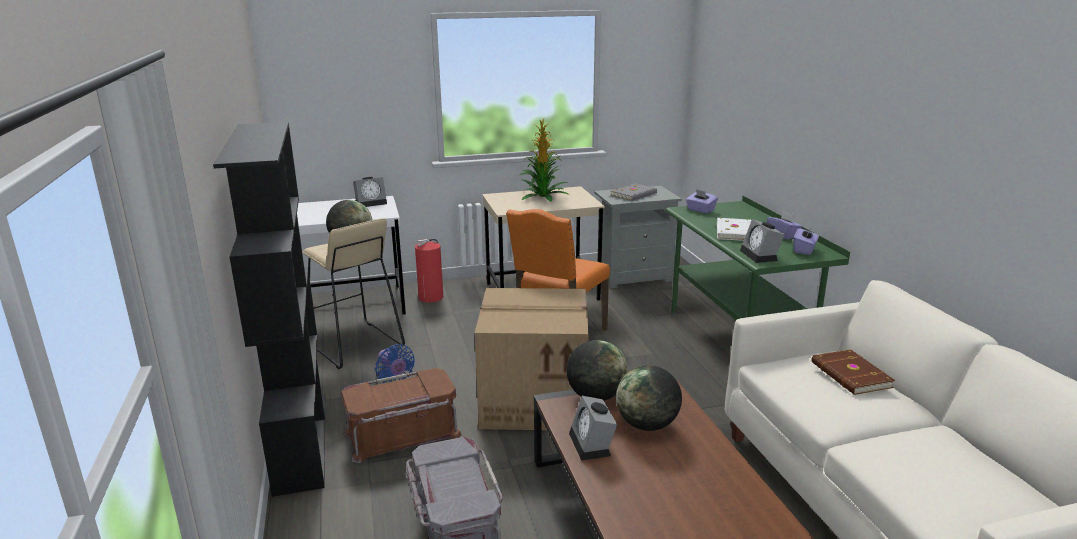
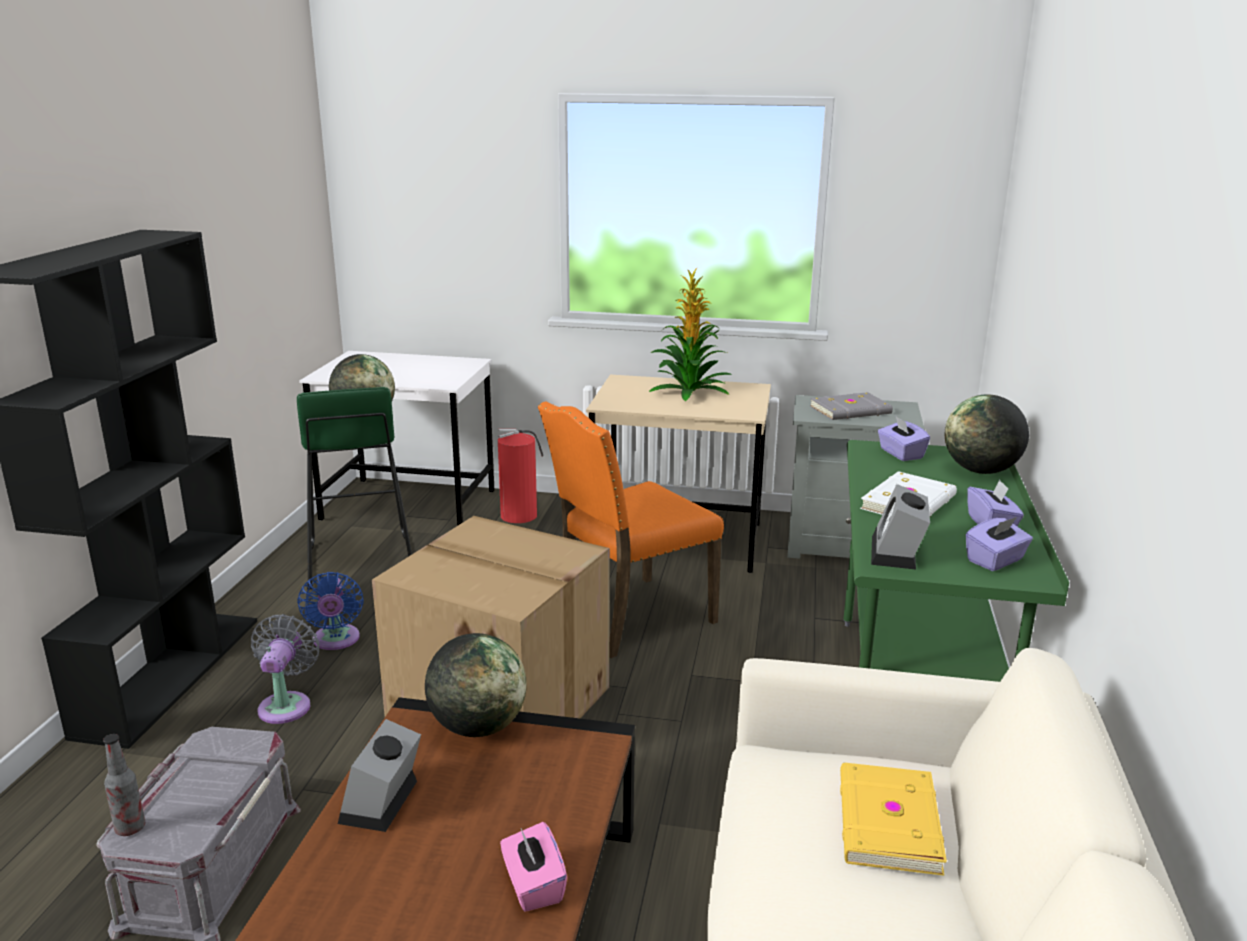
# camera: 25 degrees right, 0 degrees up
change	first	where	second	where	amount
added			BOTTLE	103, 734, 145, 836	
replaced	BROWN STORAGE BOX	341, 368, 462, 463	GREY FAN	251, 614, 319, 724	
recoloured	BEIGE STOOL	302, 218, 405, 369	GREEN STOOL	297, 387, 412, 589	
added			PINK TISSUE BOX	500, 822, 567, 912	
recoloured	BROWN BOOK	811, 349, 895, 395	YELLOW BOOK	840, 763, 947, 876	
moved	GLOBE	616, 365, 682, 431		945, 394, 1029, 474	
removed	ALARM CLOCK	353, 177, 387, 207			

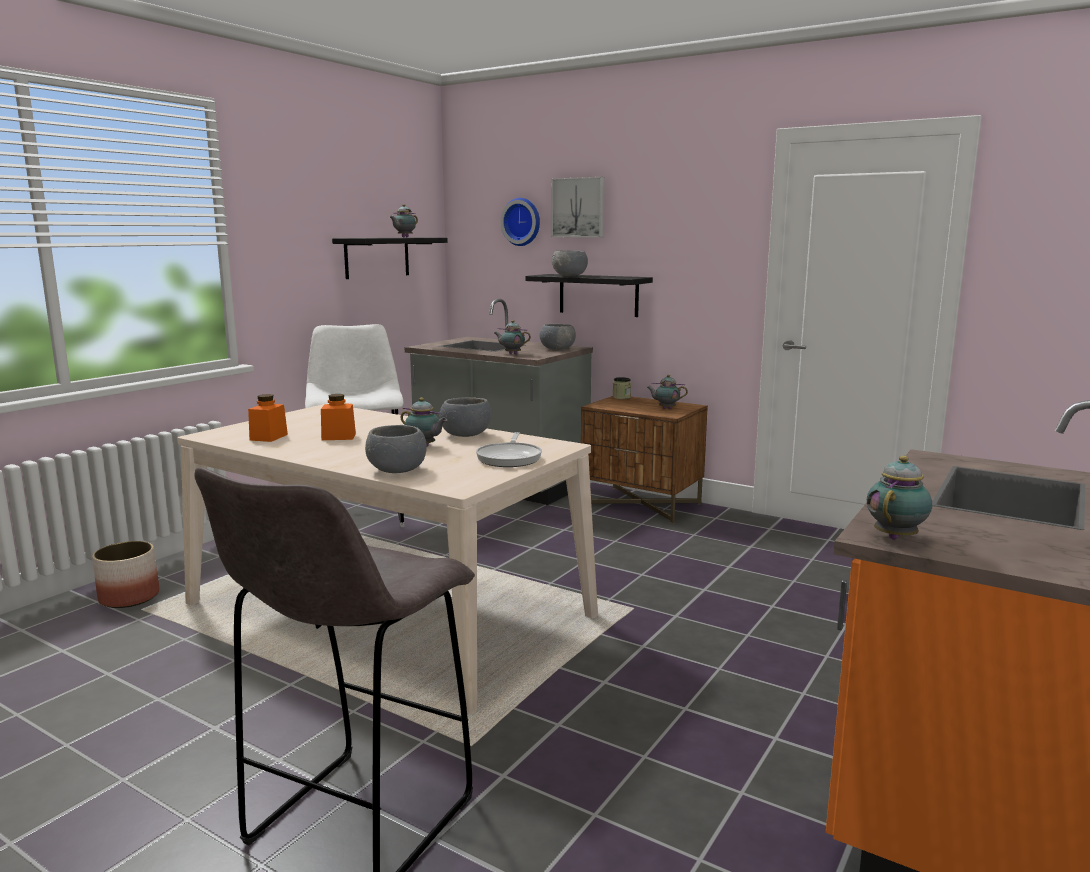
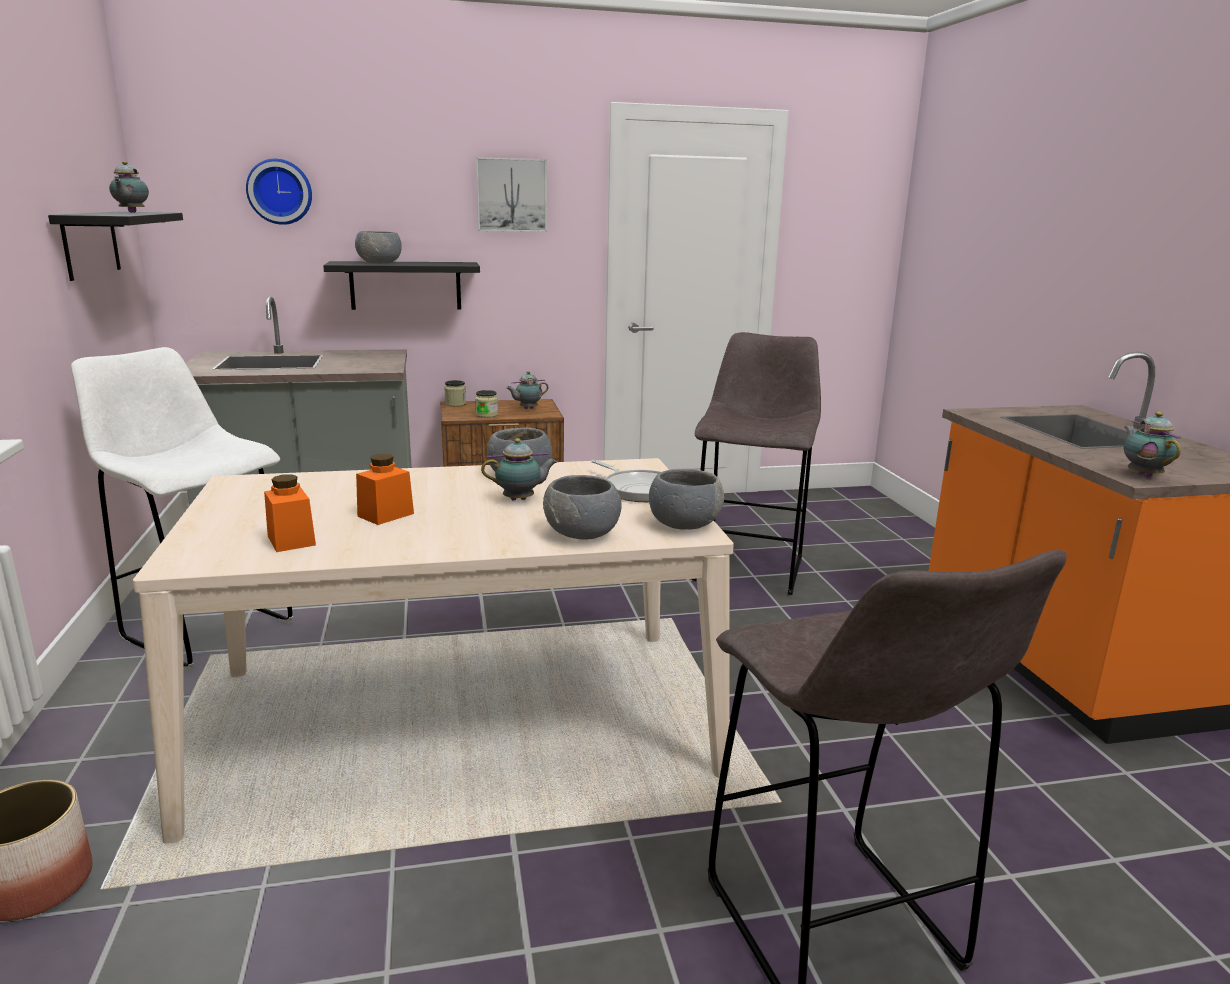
# camera: 45 degrees left, 5 degrees up
change	first	where	second	where	amount
added			JAR	475, 390, 498, 418	
moved	PICTURE	551, 177, 605, 237		476, 157, 547, 232	
moved	GREY BOWL	540, 324, 576, 350		649, 469, 724, 530	
added			GREY STOOL	692, 332, 821, 595	
removed	TEAPOT	494, 320, 531, 354			

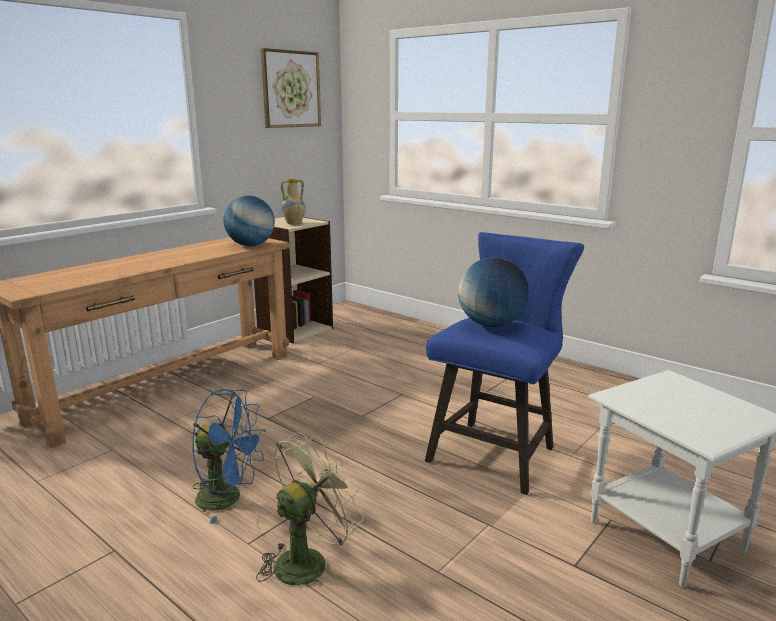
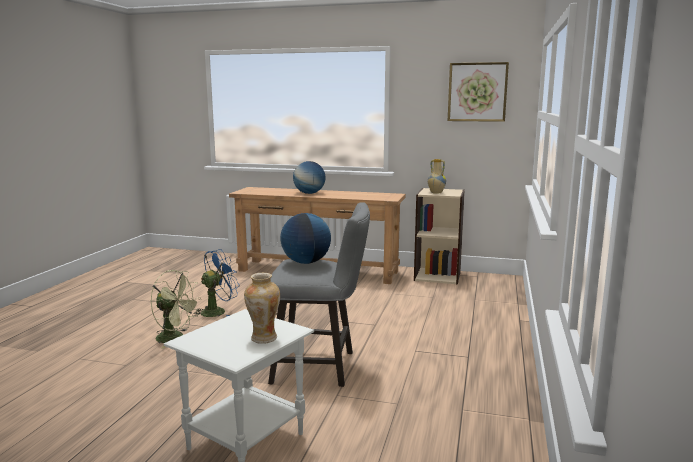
# camera: 65 degrees right, 5 degrees down
change	first	where	second	where	amount
turned	BLUE FAN	192, 389, 266, 524		192, 249, 240, 317	120 degrees counterclockwise
added			VASE	244, 273, 280, 344	
recoloured	BLUE STOOL	425, 232, 584, 495	GREY STOOL	268, 202, 370, 387	
moved	GLOBE	223, 196, 275, 246		293, 161, 326, 194	

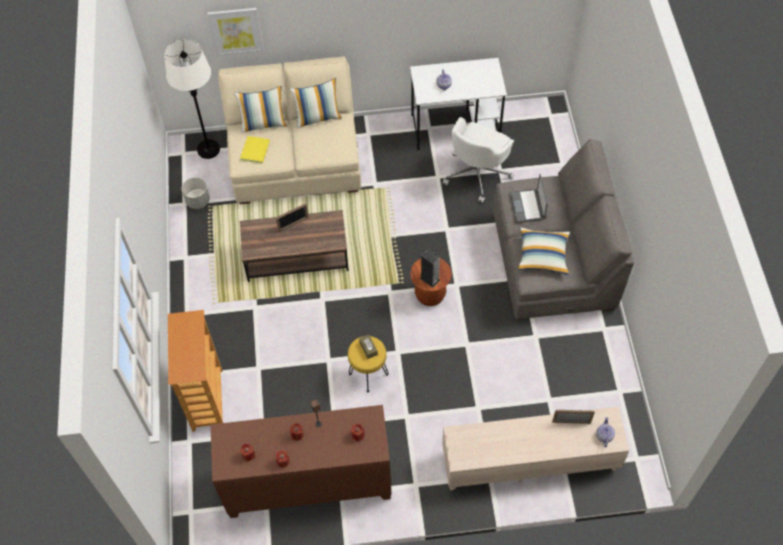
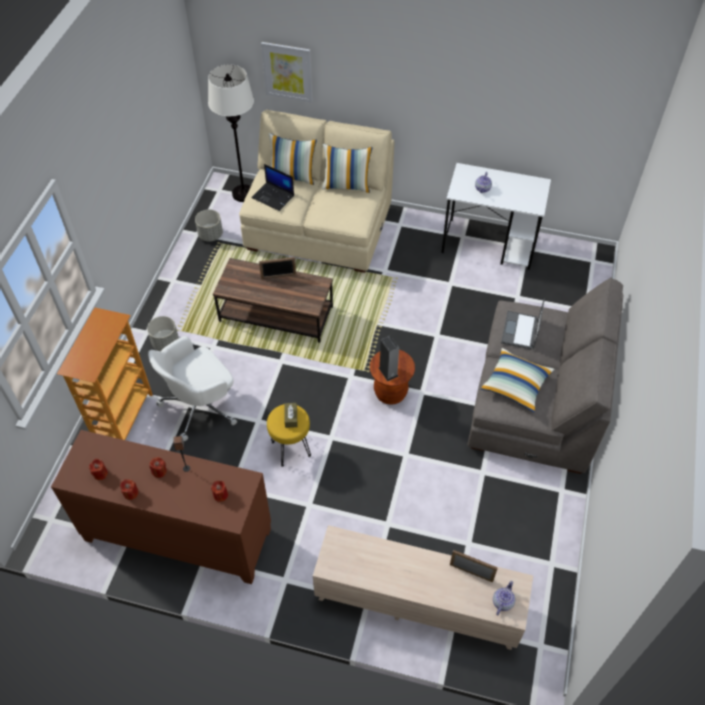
# camera: 20 degrees right, 5 degrees down
change	first	where	second	where	amount
added			GREY PLANTER	147, 316, 179, 351	
moved	WHITE OFFICE CHAIR	443, 117, 514, 203		148, 336, 237, 441	
replaced	YELLOW BOOK	240, 136, 270, 163	LAPTOP	251, 164, 294, 211	

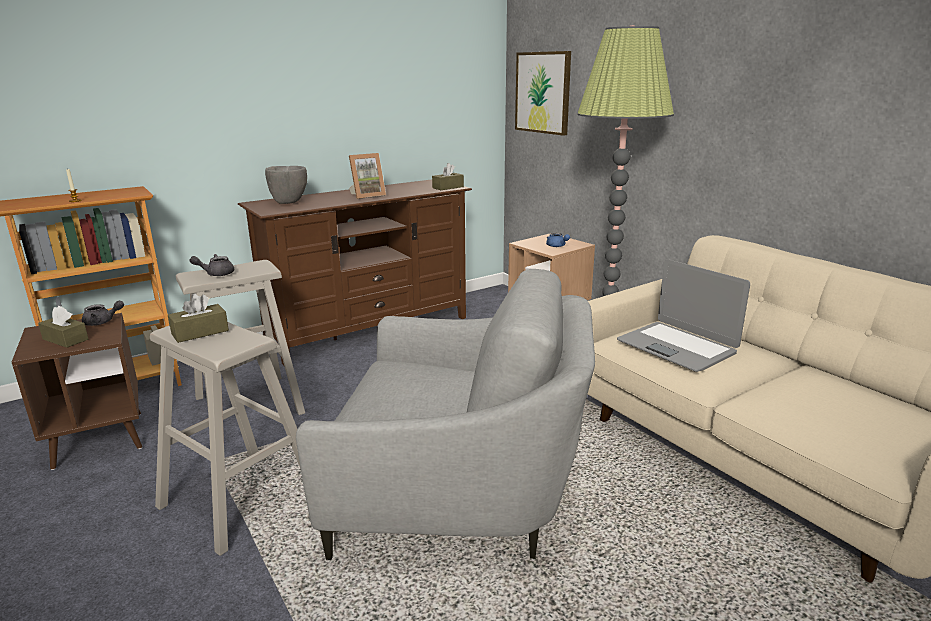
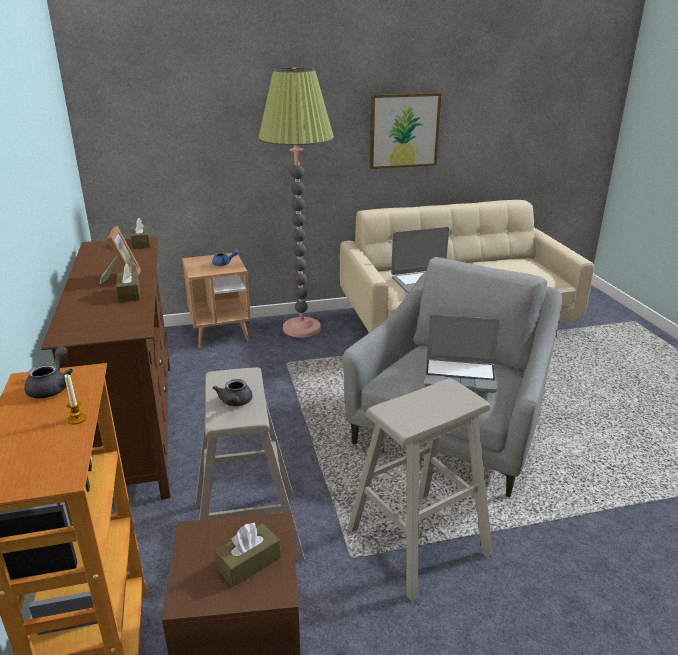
# camera: 70 degrees left, 5 degrees up
change	first	where	second	where	amount
moved	GREY TEAPOT	82, 301, 124, 326		24, 346, 73, 398	
moved	BROWN TISSUE BOX	168, 294, 229, 343		116, 263, 140, 302	
moved	PICTURE	515, 51, 571, 136		370, 93, 441, 169	
added			LAPTOP	425, 314, 500, 393	
removed	GREY BOWL	265, 166, 307, 204			

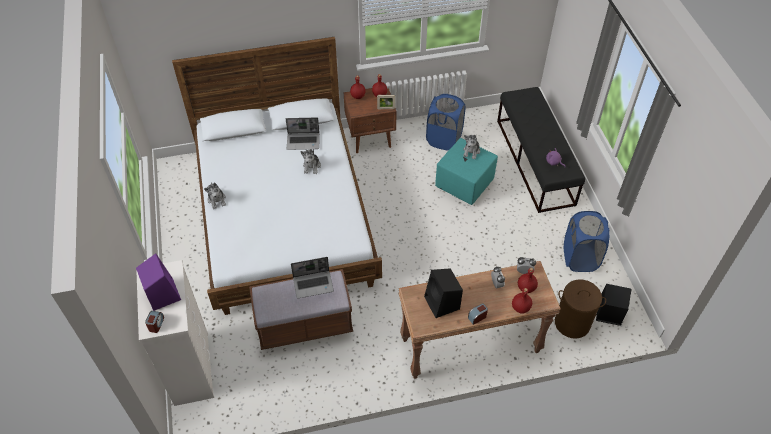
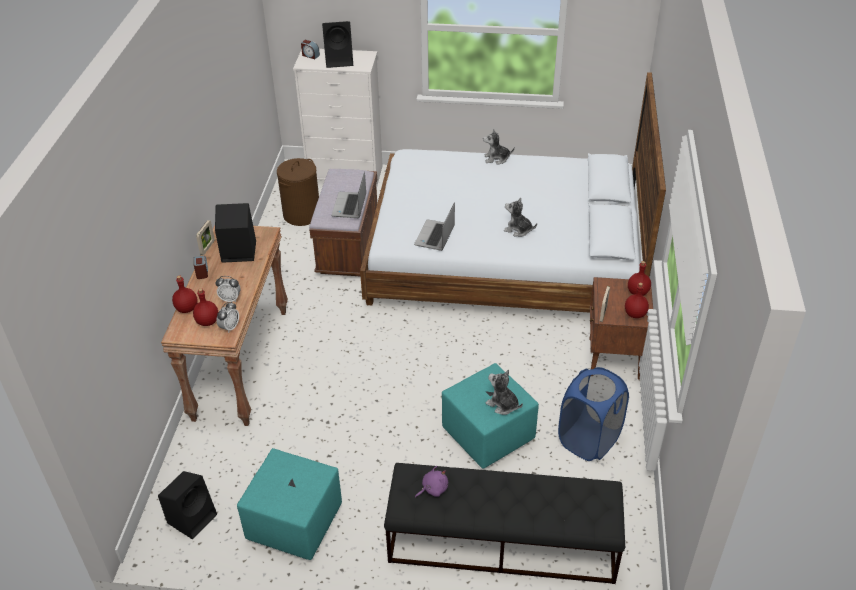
# camera: 110 degrees right, 10 degrees down
change	first	where	second	where	amount
added			PICTURE FRAME	196, 220, 215, 255	
replaced	BLUE LAUNDRY BASKET	564, 211, 609, 272	TURQUOISE OTTOMAN	237, 448, 342, 560	
moved	BROWN LAUNDRY BASKET	555, 279, 606, 339		277, 158, 319, 226	
recoloured	PURPLE SPEAKER	136, 253, 181, 311	BLACK SPEAKER	322, 21, 353, 68	
moved	LAPTOP	286, 117, 320, 150		414, 202, 455, 251	

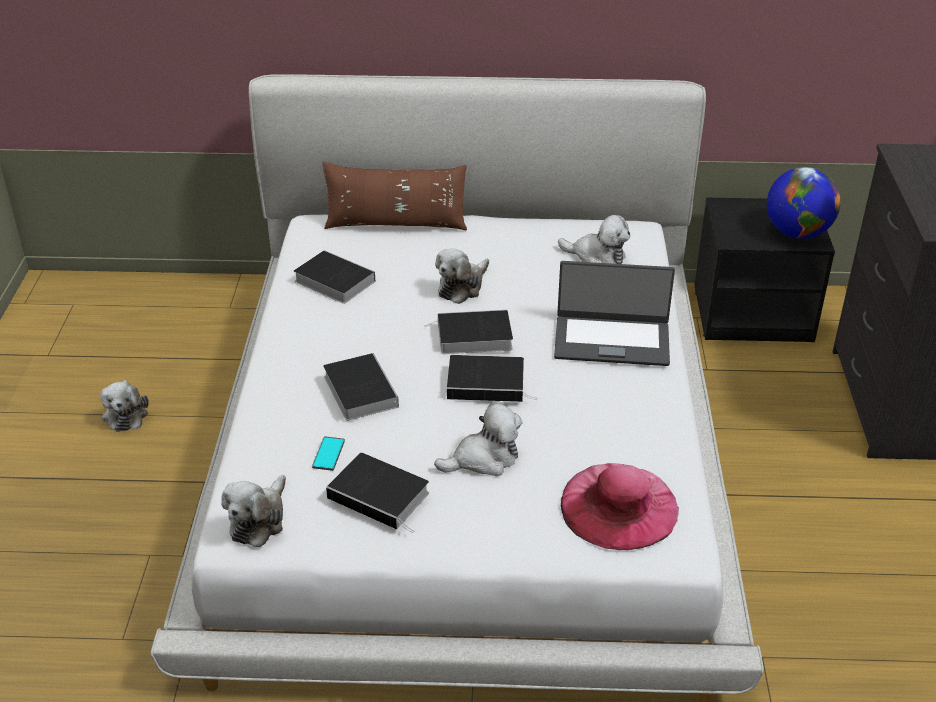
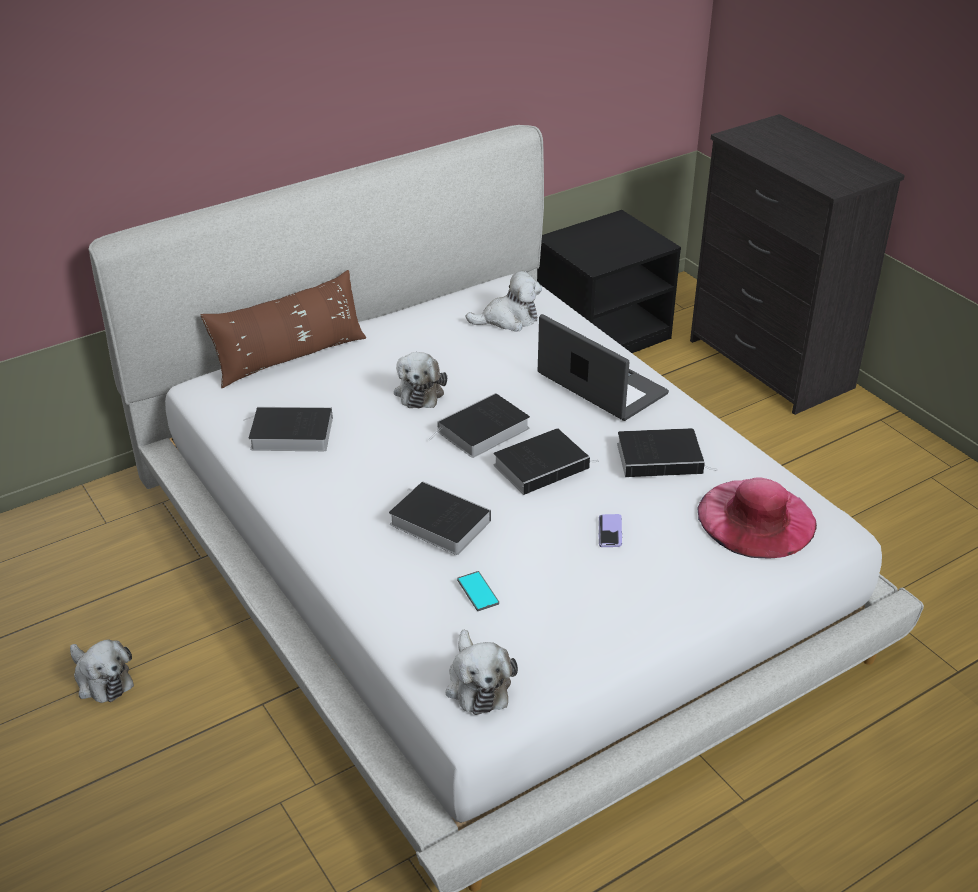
# camera: 35 degrees left, 0 degrees up
change	first	where	second	where	amount
turned	LAPTOP	554, 261, 675, 366		538, 314, 669, 421	105 degrees counterclockwise
replaced	PLUSH TOY	434, 402, 522, 476	PHONE	599, 514, 622, 547	
moved	BOOK	326, 453, 429, 533		617, 428, 718, 477	
removed	GLOBE	767, 167, 841, 239			

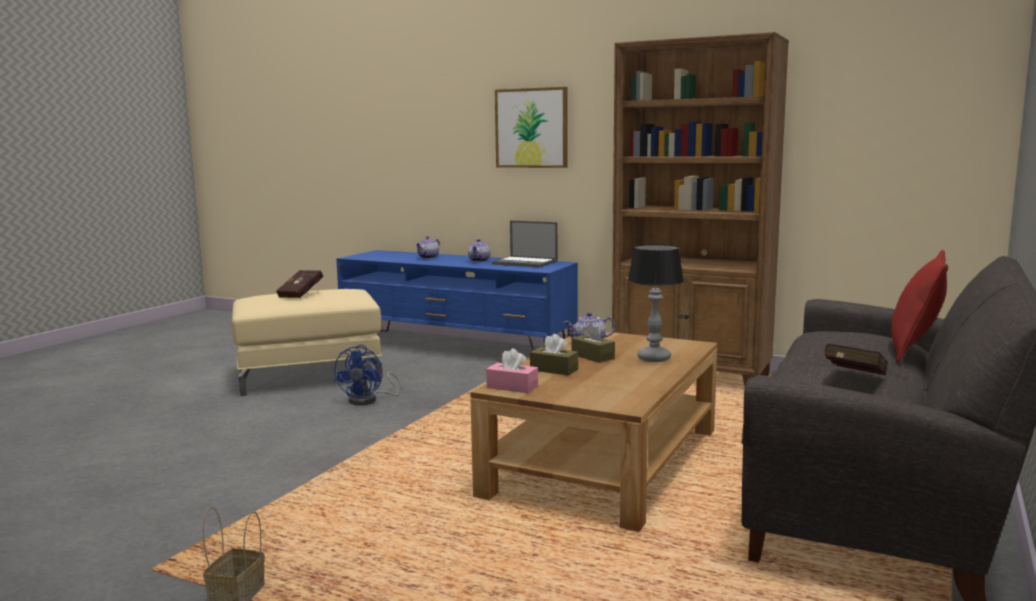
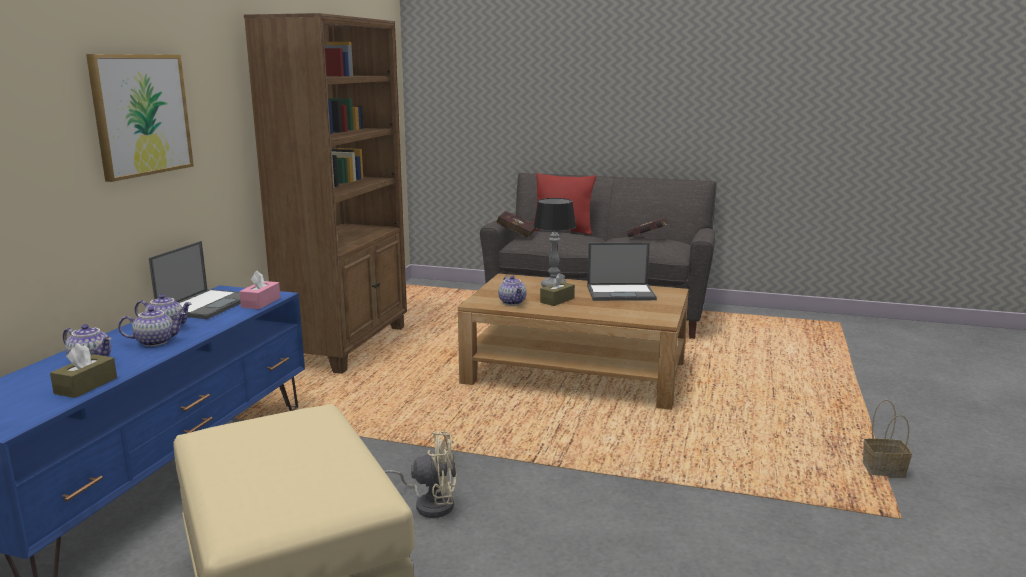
# camera: 100 degrees left, 5 degrees up
change	first	where	second	where	amount
moved	BROWN TISSUE BOX	530, 334, 578, 376		50, 343, 117, 398	
added			TEAPOT	118, 307, 186, 346	
moved	PINK TISSUE BOX	486, 348, 538, 393		239, 271, 281, 309	
recoloured	BLUE FAN	334, 345, 402, 405	BEIGE FAN	384, 431, 457, 518	
moved	RED BOOK	276, 270, 323, 298		496, 211, 536, 238	
added			LAPTOP	587, 243, 657, 301	

